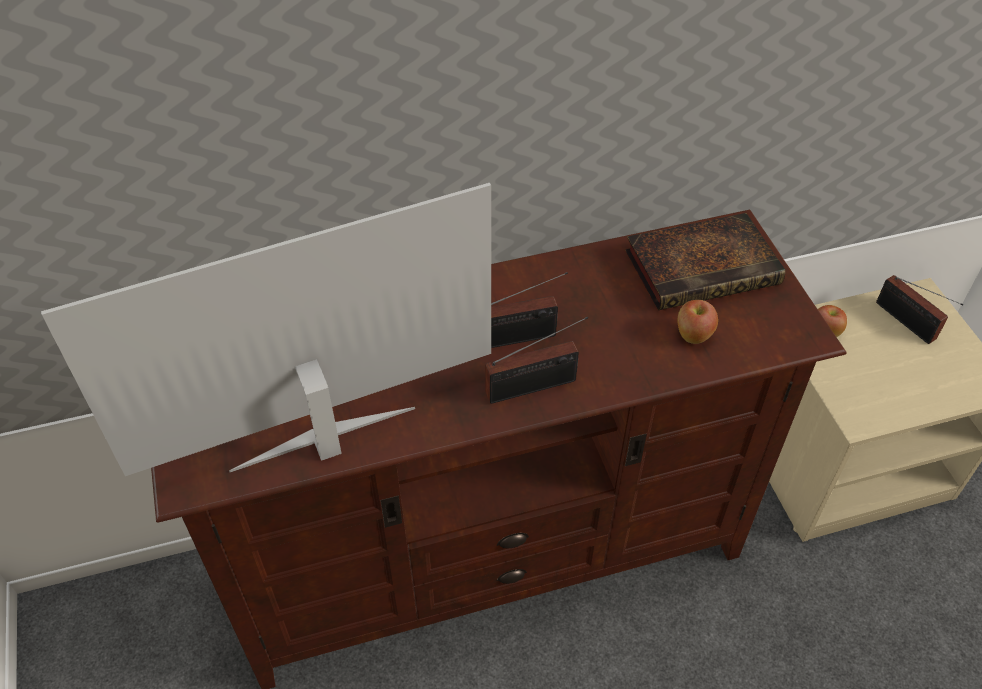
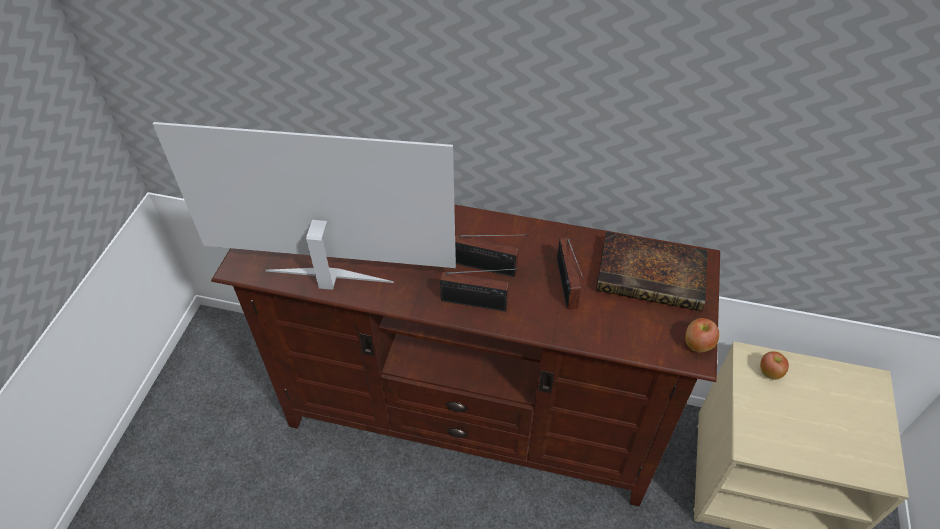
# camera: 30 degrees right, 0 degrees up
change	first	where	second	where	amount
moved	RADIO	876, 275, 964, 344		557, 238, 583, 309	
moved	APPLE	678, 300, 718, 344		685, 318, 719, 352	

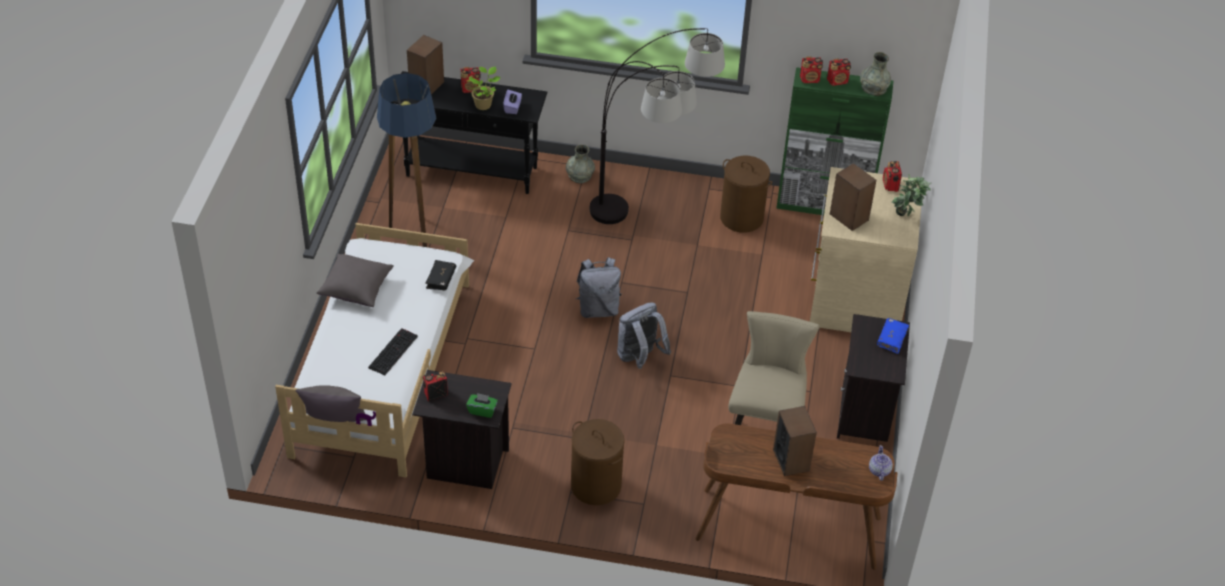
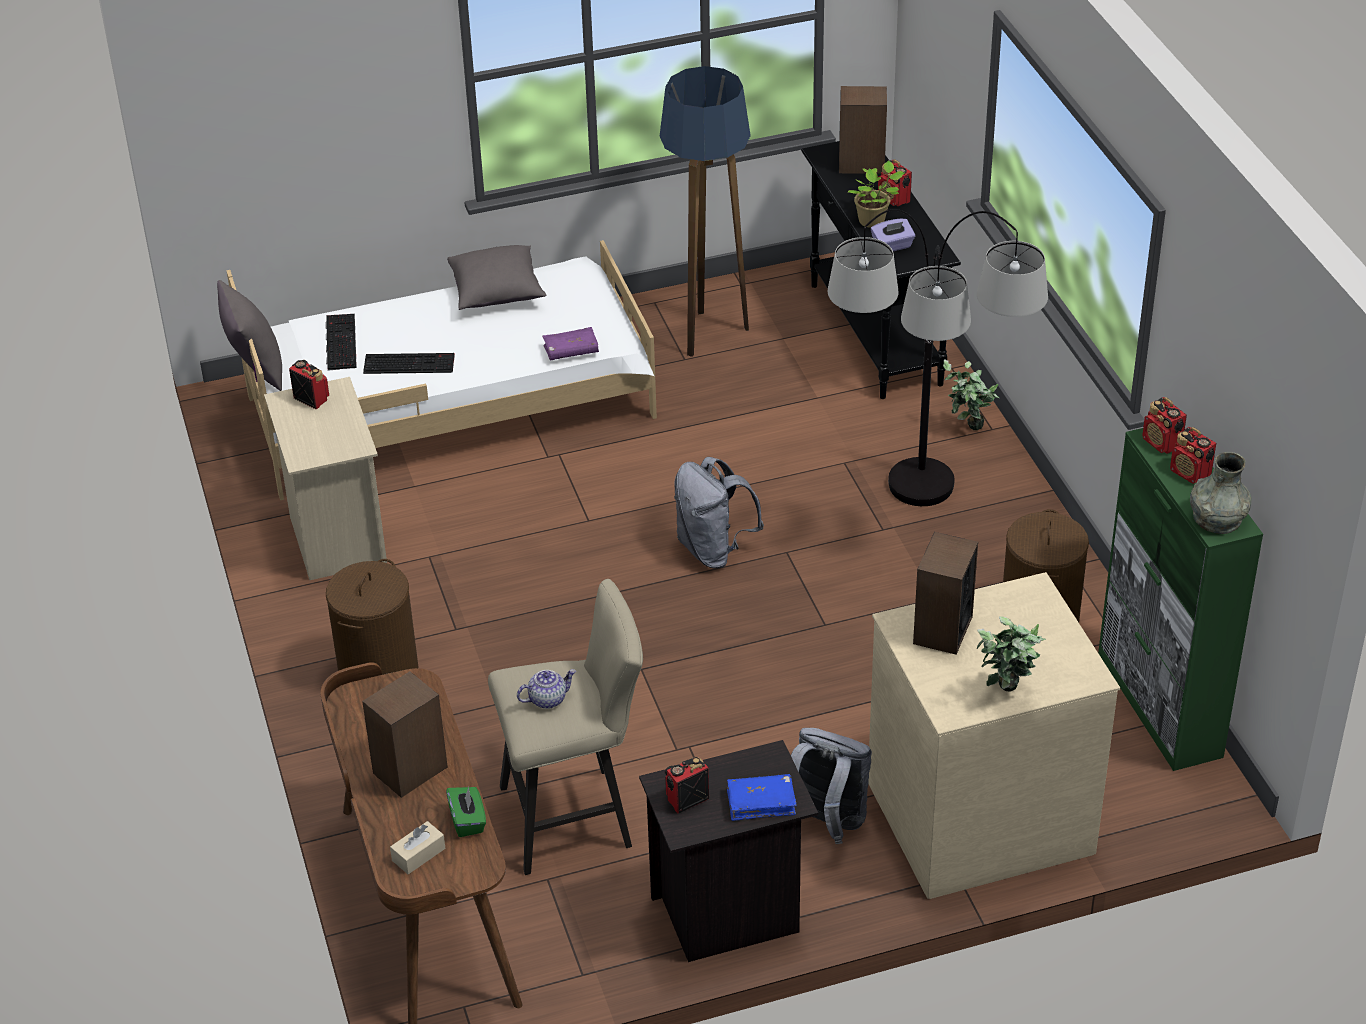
# camera: 65 degrees right, 5 degrees down
change	first	where	second	where	amount
recoloured	BLACK NIGHTSTAND	412, 370, 512, 489	BEIGE NIGHTSTAND	264, 377, 387, 580	
added			KEYBOARD	325, 314, 357, 371	
added			BEIGE TISSUE BOX	390, 821, 445, 874	
moved	GREEN TISSUE BOX	466, 393, 498, 418		446, 787, 486, 837	
moved	TEAPOT	869, 445, 893, 481		517, 669, 576, 709	
recoloured	BLACK BOOK	425, 260, 456, 290	PURPLE BOOK	542, 327, 599, 360	
moved	RADIO	883, 161, 902, 192		665, 757, 709, 813	
moved	GREY BACKPACK	617, 302, 671, 369		791, 728, 872, 844	
replaced	GREY VASE	566, 144, 595, 183	POTTED PLANT	943, 360, 999, 430	

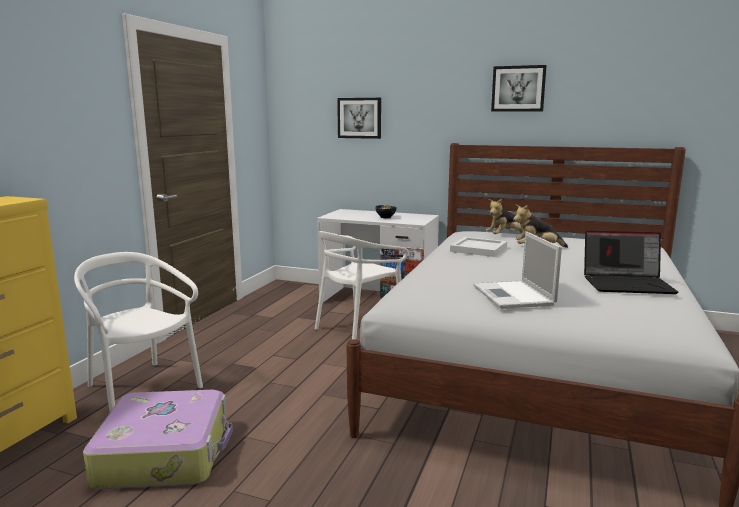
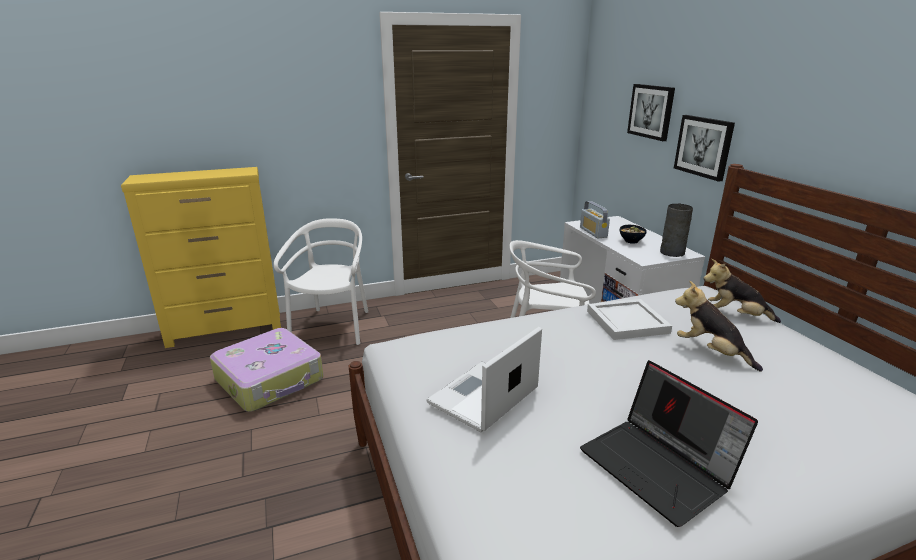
# camera: 50 degrees right, 10 degrees up
change	first	where	second	where	amount
added			RADIO	580, 201, 610, 238	
added			GREY VASE	660, 204, 693, 257	
moved	PICTURE	491, 65, 547, 112		674, 115, 735, 182	

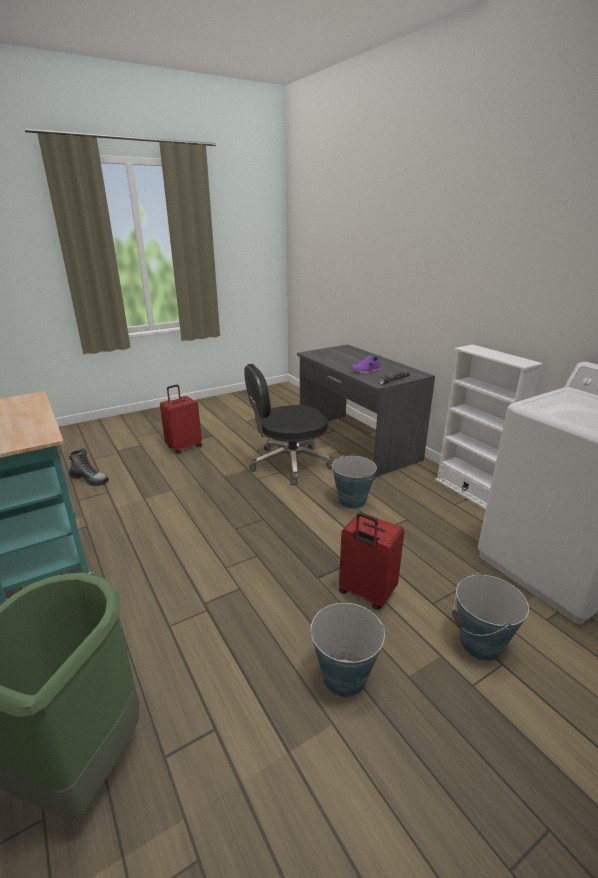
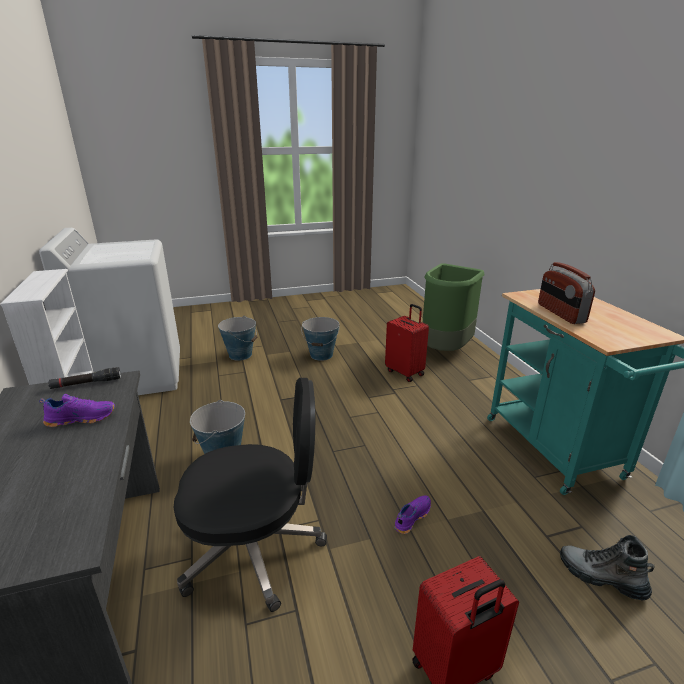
# camera: 165 degrees left, 0 degrees up
change	first	where	second	where	amount
moved	RED SUITCASE	339, 512, 404, 609		385, 304, 429, 382	
added			PURPLE SHOE	394, 495, 431, 534	
added			RADIO	538, 262, 595, 324	

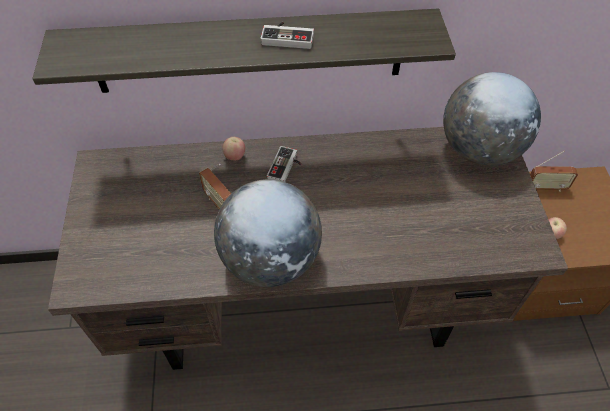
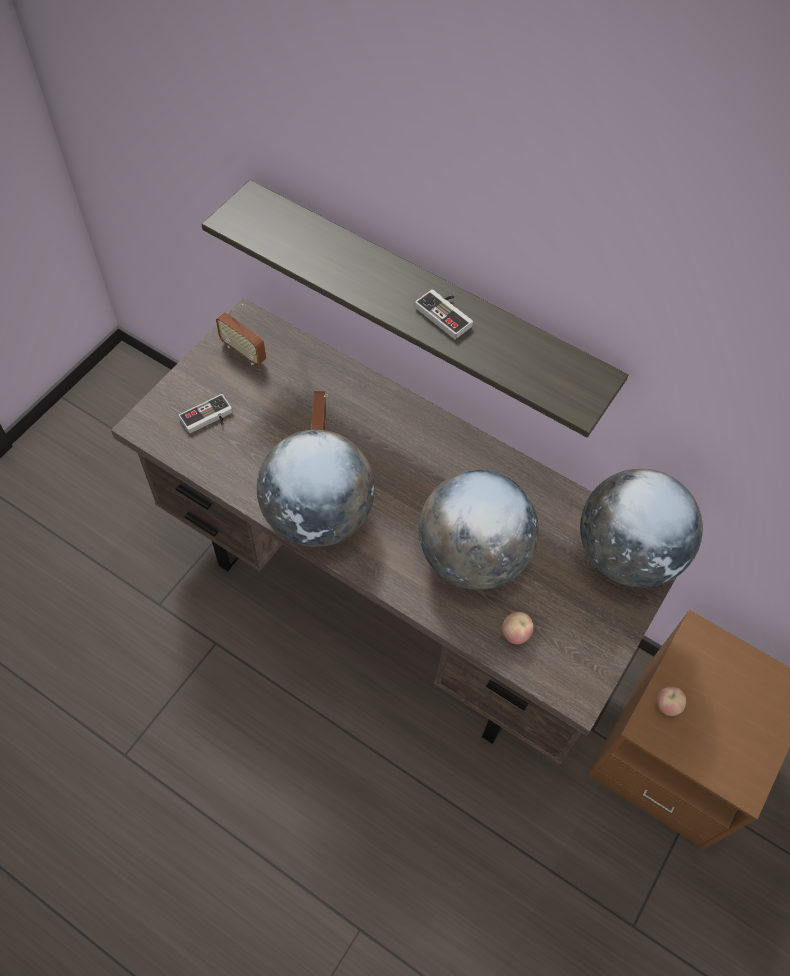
# camera: 35 degrees right, 5 degrees up
change	first	where	second	where	amount
moved	GAME CONTROLLER	267, 146, 301, 182		178, 394, 233, 433	
moved	RADIO	530, 150, 578, 192		216, 304, 266, 366	
added			GLOBE	419, 470, 539, 590	
moved	APPLE	222, 137, 245, 161		502, 612, 533, 644	

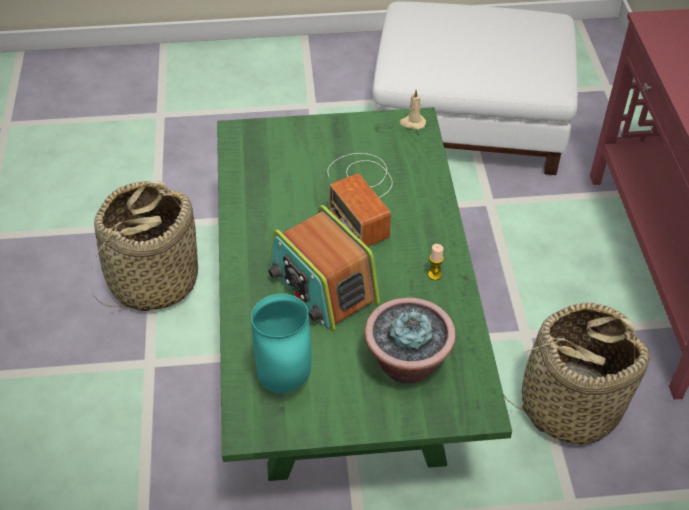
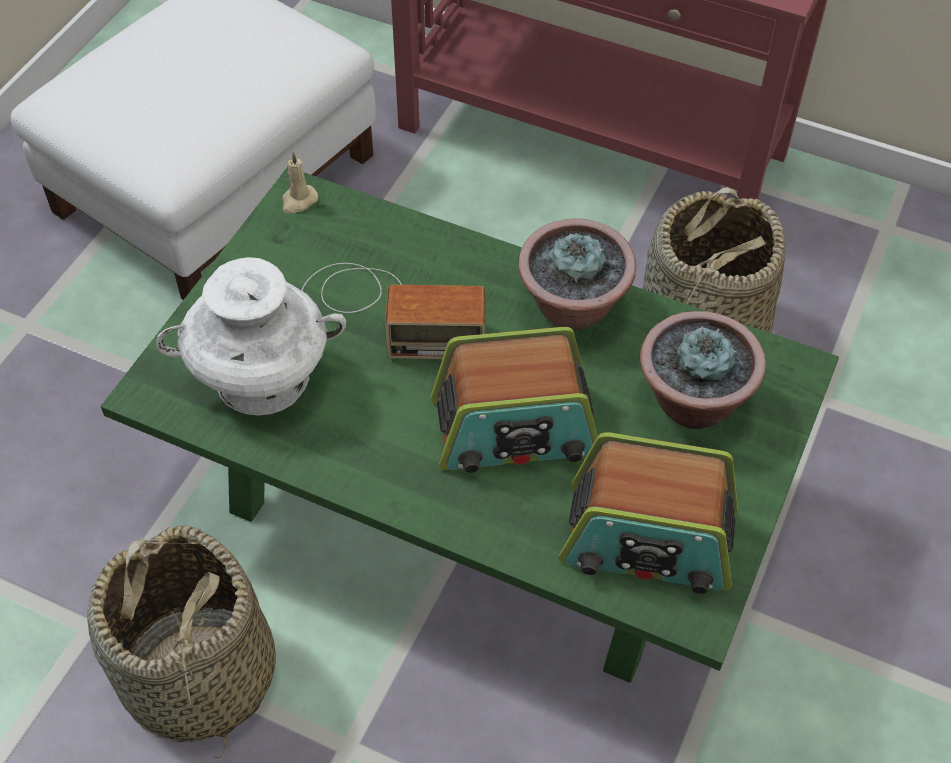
# camera: 60 degrees left, 5 degrees up
change	first	where	second	where	amount
added			WHITE VASE	156, 257, 346, 416	
replaced	CANDLE	428, 244, 444, 280	POTTED PLANT	518, 218, 637, 330	
replaced	TURQUOISE VASE	251, 294, 312, 393	RADIO	559, 432, 738, 594	

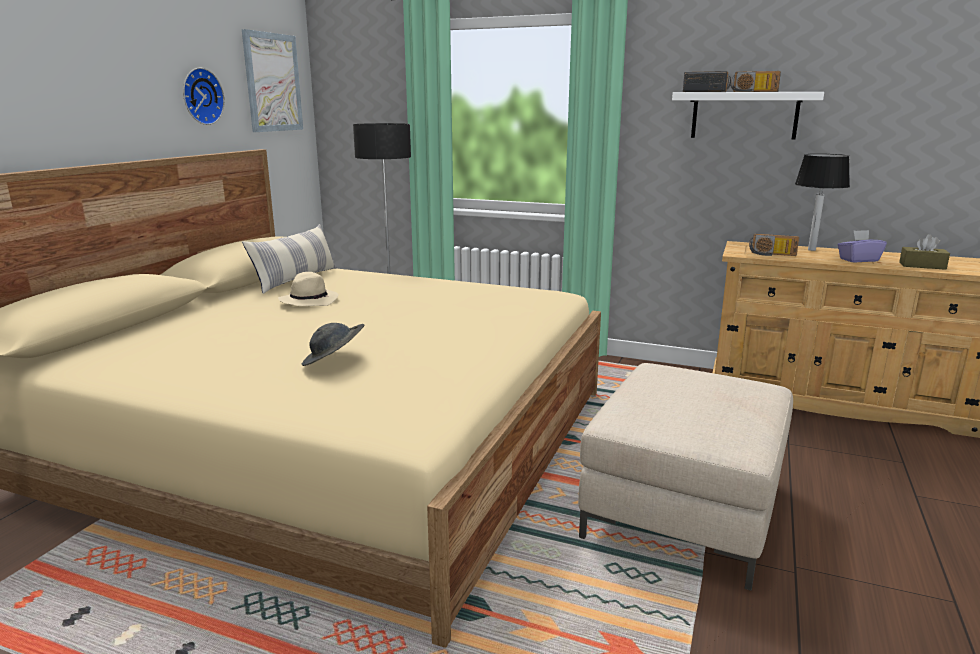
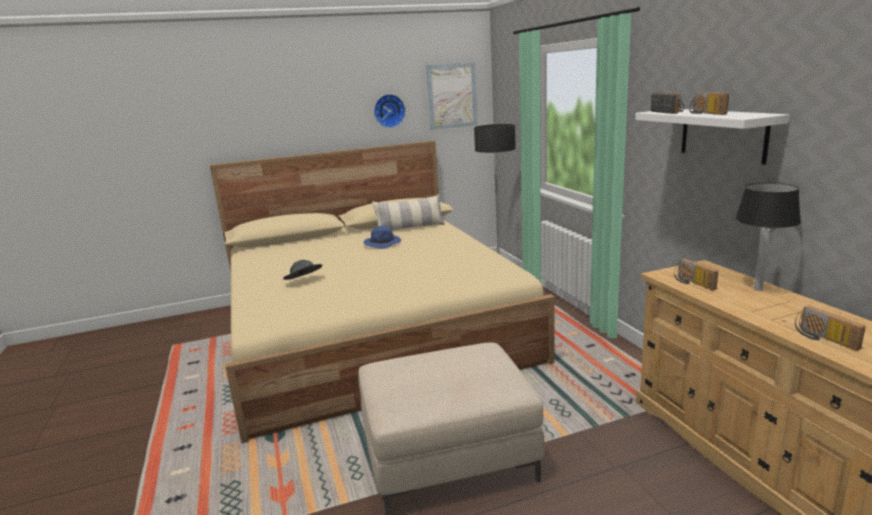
# camera: 50 degrees right, 0 degrees up
change	first	where	second	where	amount
recoloured	BEIGE HAT	278, 272, 339, 306	BLUE HAT	363, 226, 401, 249	
replaced	BROWN TISSUE BOX	899, 234, 950, 270	RADIO	795, 306, 866, 351	
removed	PURPLE TISSUE BOX	838, 230, 887, 262			

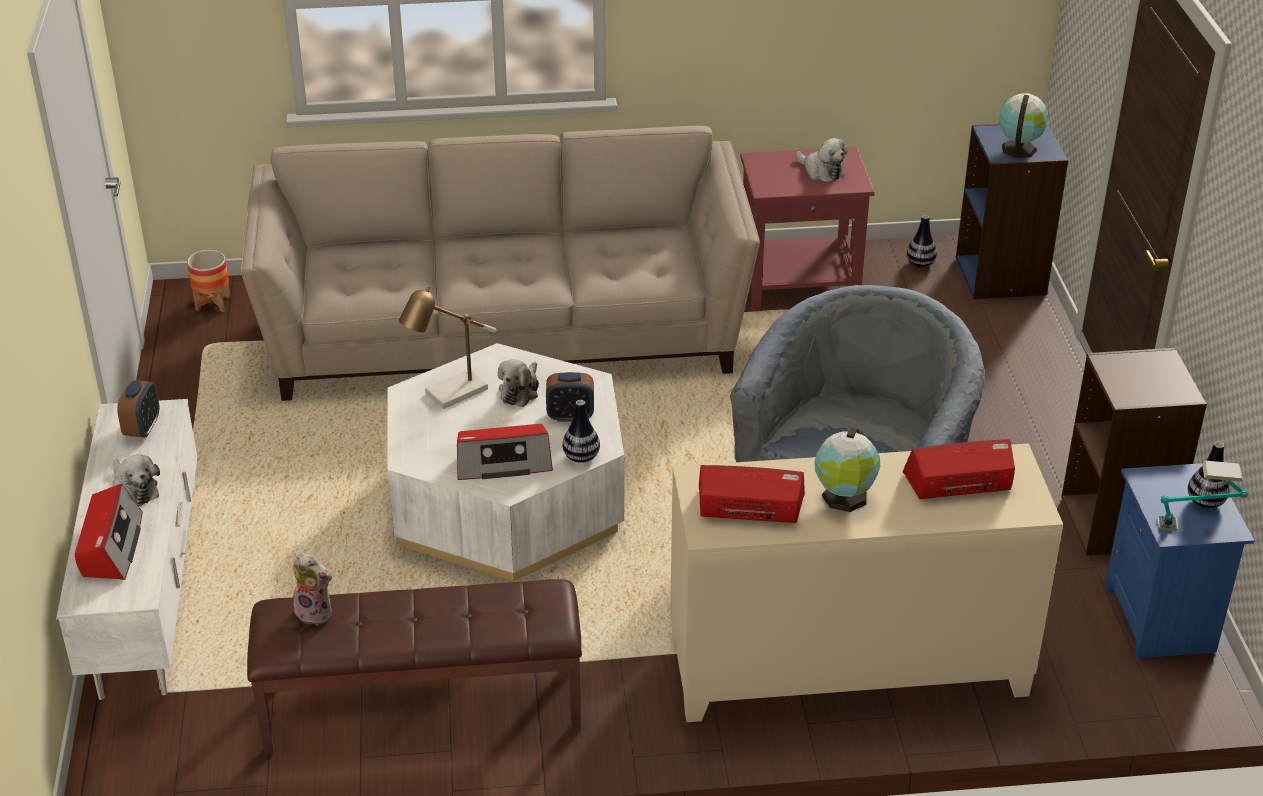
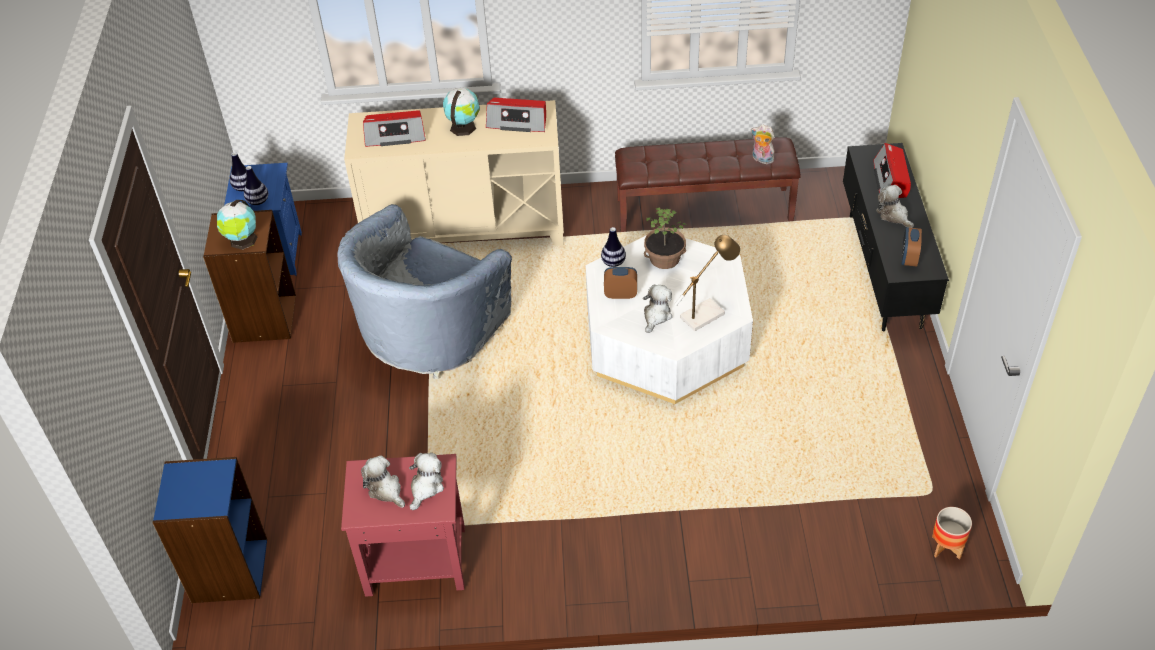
# camera: 175 degrees left, 10 degrees up
change	first	where	second	where	amount
moved	GLOBE	998, 93, 1049, 158		217, 200, 258, 250	
moved	VASE	906, 215, 937, 268		244, 166, 268, 205	
added			PLUSH TOY	409, 453, 444, 510	
replaced	RADIO	457, 424, 553, 480	POTTED PLANT	644, 208, 687, 269	
recoloured	WHITE TV STAND	56, 399, 197, 700	BLACK TV STAND	843, 143, 949, 331	
removed	BEIGE SOFA	240, 126, 760, 401			
removed	TABLE LAMP	1157, 461, 1248, 531			

